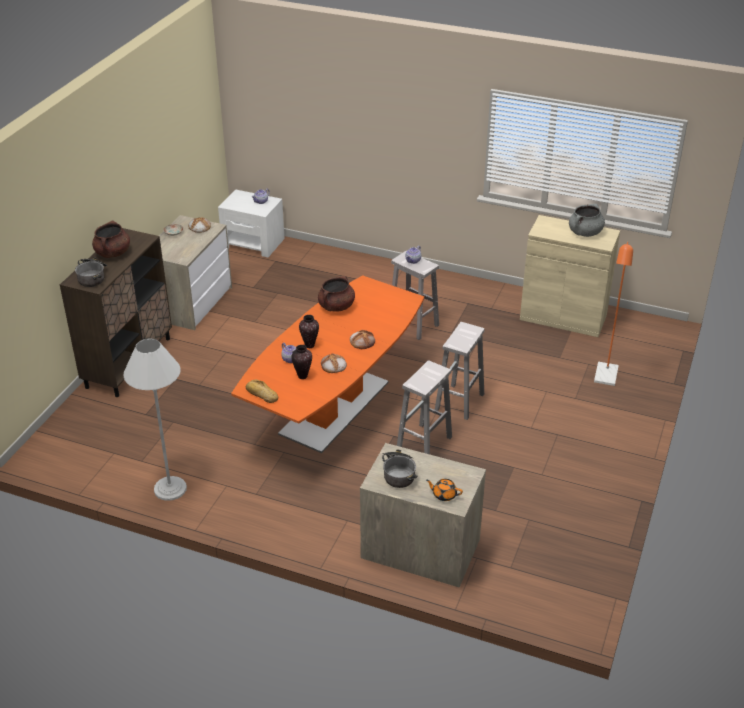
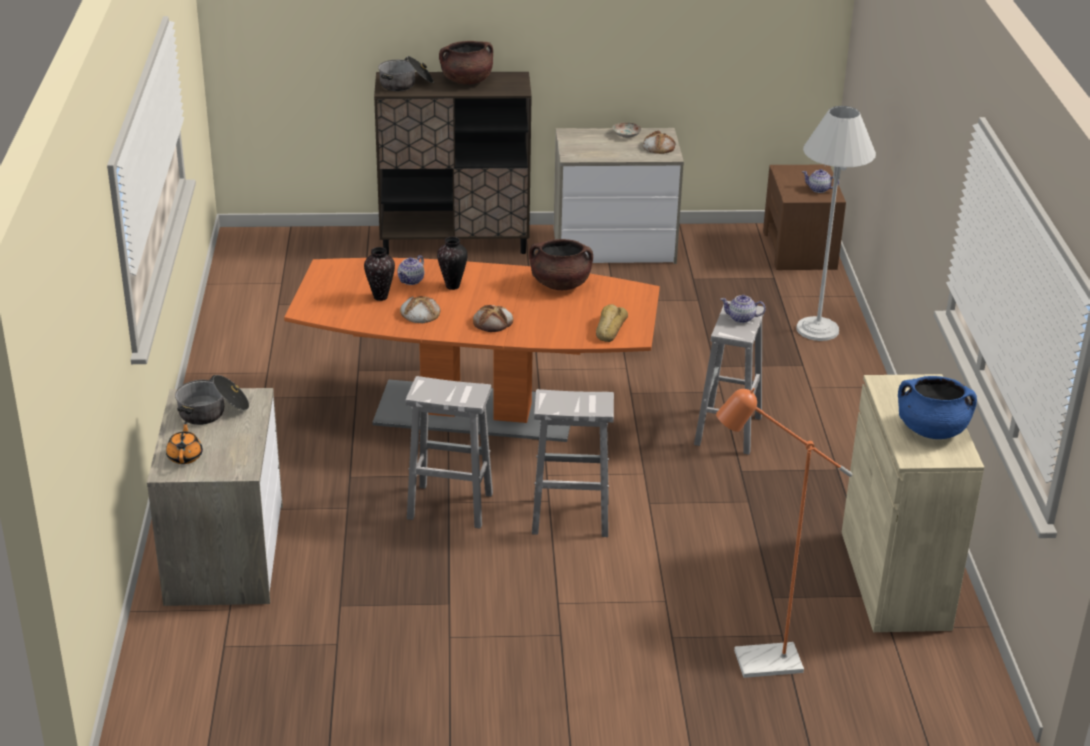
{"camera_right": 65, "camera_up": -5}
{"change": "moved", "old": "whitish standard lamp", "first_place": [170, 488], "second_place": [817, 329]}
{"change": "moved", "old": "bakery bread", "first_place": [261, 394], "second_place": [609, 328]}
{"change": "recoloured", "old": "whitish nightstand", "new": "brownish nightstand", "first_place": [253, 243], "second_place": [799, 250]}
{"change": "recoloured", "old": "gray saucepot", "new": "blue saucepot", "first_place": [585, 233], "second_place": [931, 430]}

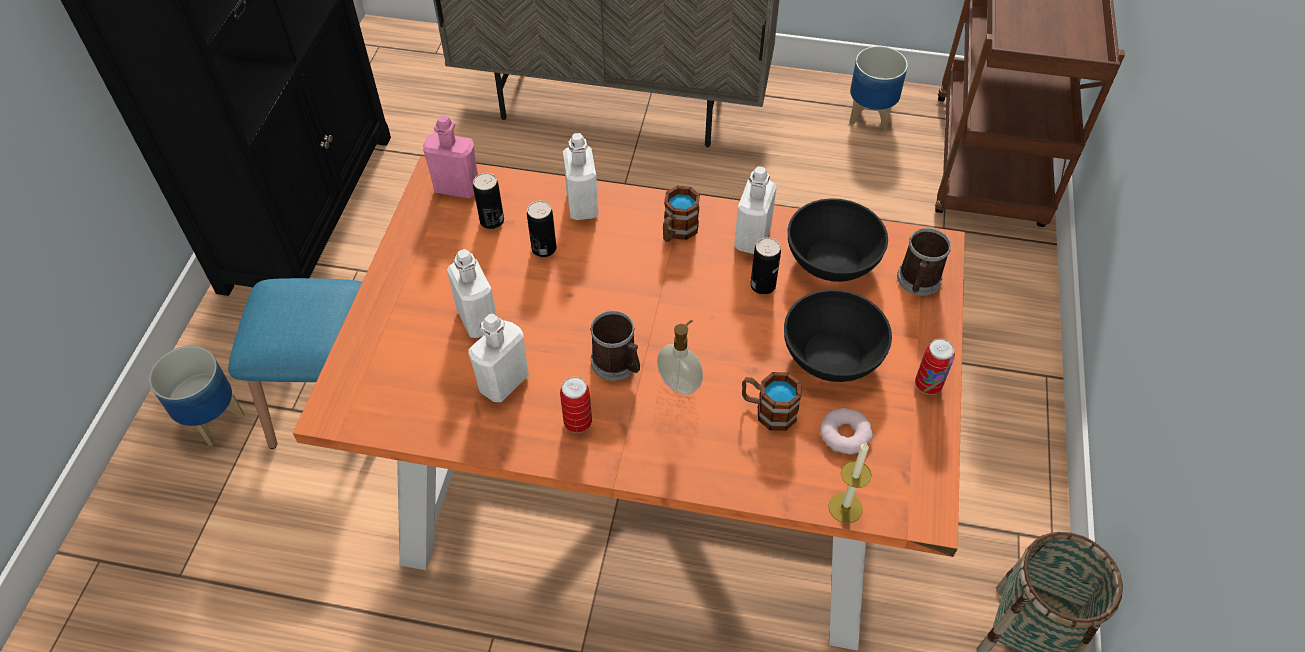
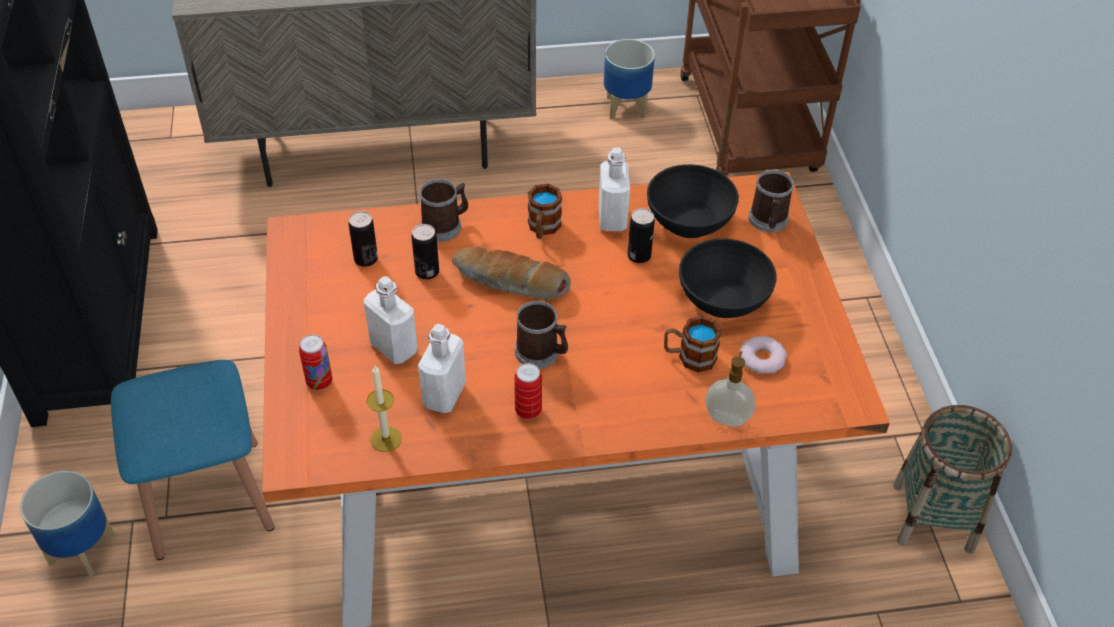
{"camera_right": -20, "camera_up": -5}
{"change": "removed", "old": "pinkish drink bottle", "first_place": [457, 188]}
{"change": "added", "new": "bakery bread", "second_place": [510, 283]}
{"change": "moved", "old": "soap bottle", "first_place": [680, 383], "second_place": [727, 417]}
{"change": "moved", "old": "candle", "first_place": [845, 507], "second_place": [386, 439]}
{"change": "moved", "old": "metal can", "first_place": [928, 385], "second_place": [319, 382]}
{"change": "replaced", "old": "whitish drink bottle", "new": "coffee mug", "first_place": [582, 205], "second_place": [445, 226]}

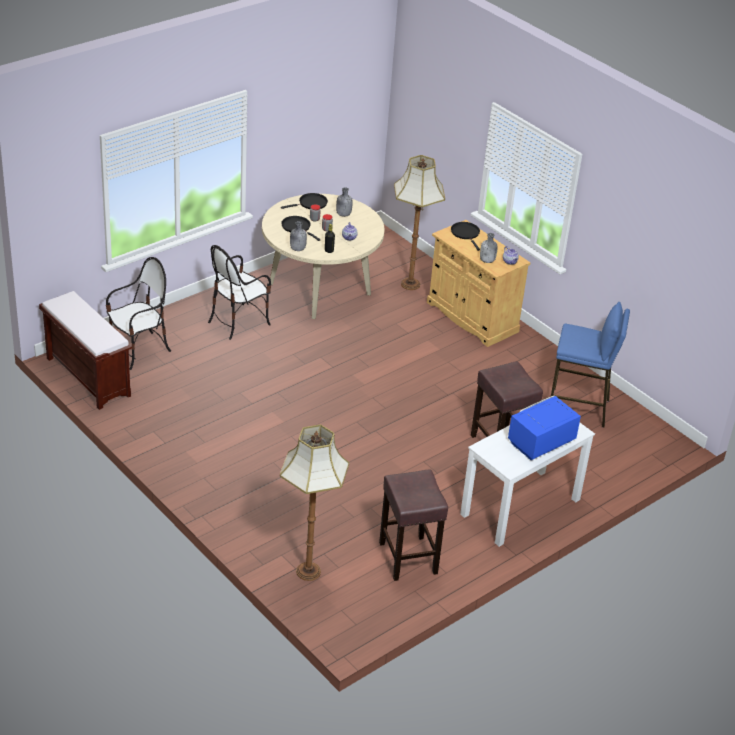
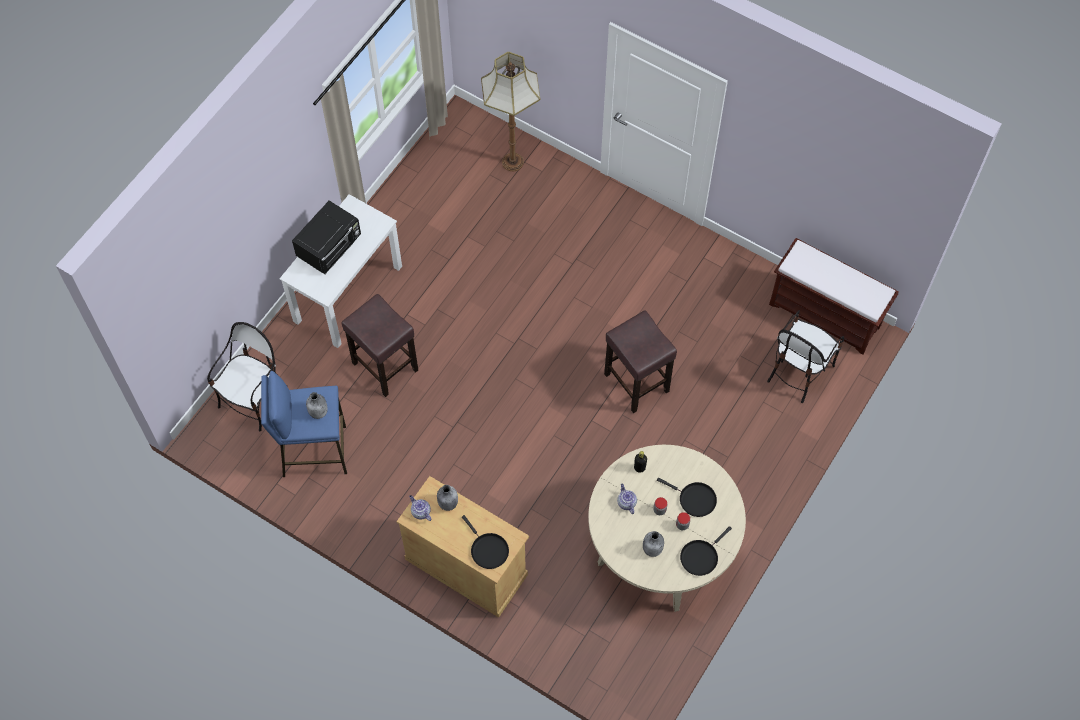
{"camera_right": 165, "camera_up": 25}
{"change": "removed", "old": "standard lamp", "first_place": [409, 284]}
{"change": "moved", "old": "plain chair", "first_place": [238, 322], "second_place": [254, 399]}
{"change": "moved", "old": "gray drink bottle", "first_place": [297, 249], "second_place": [319, 412]}
{"change": "moved", "old": "brownish sitting stool", "first_place": [408, 559], "second_place": [635, 382]}
{"change": "recoloured", "old": "blue kitchen microwave", "new": "black kitchen microwave", "first_place": [540, 443], "second_place": [330, 247]}

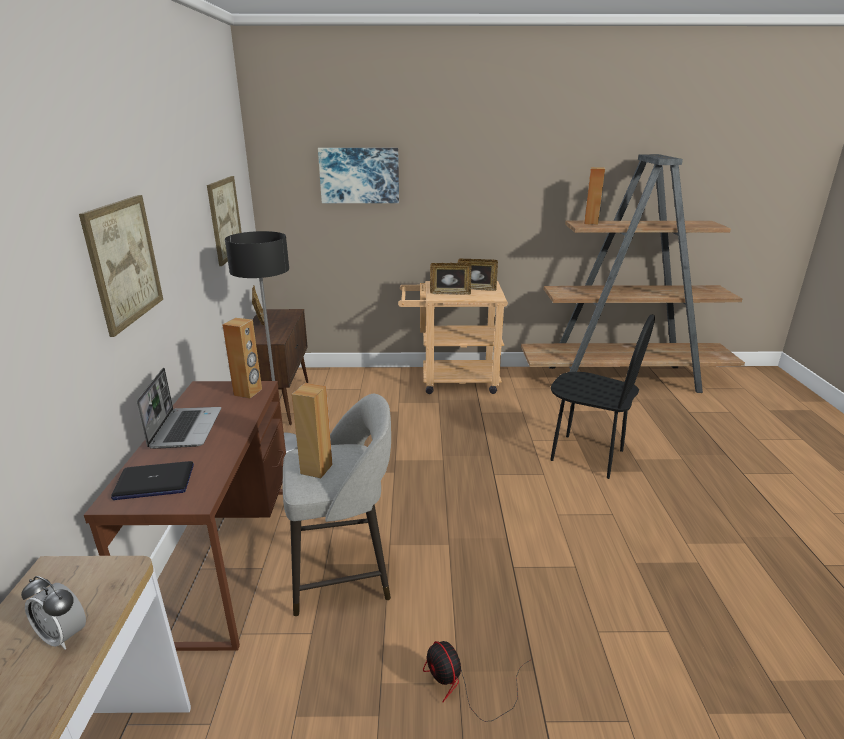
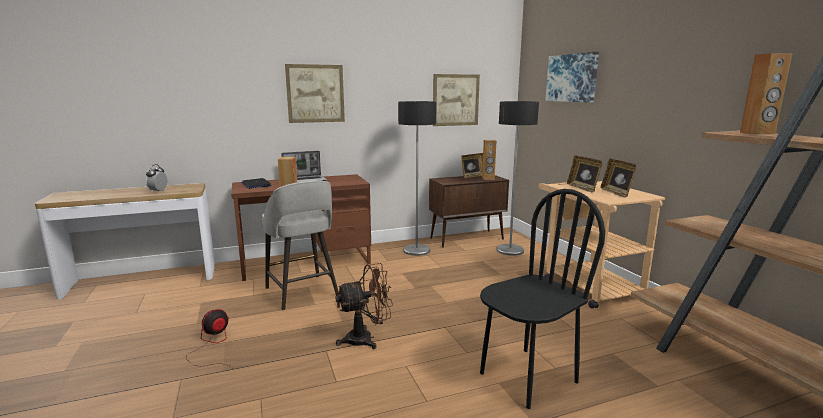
{"camera_right": 70, "camera_up": -10}
{"change": "added", "new": "brownish cooling fan", "second_place": [366, 339]}
{"change": "added", "new": "standard lamp", "second_place": [510, 250]}
{"change": "moved", "old": "brownish speaker", "first_place": [248, 392], "second_place": [488, 178]}
{"change": "turned", "old": "black plain chair", "first_place": [587, 455], "second_place": [527, 377], "degrees": -135}

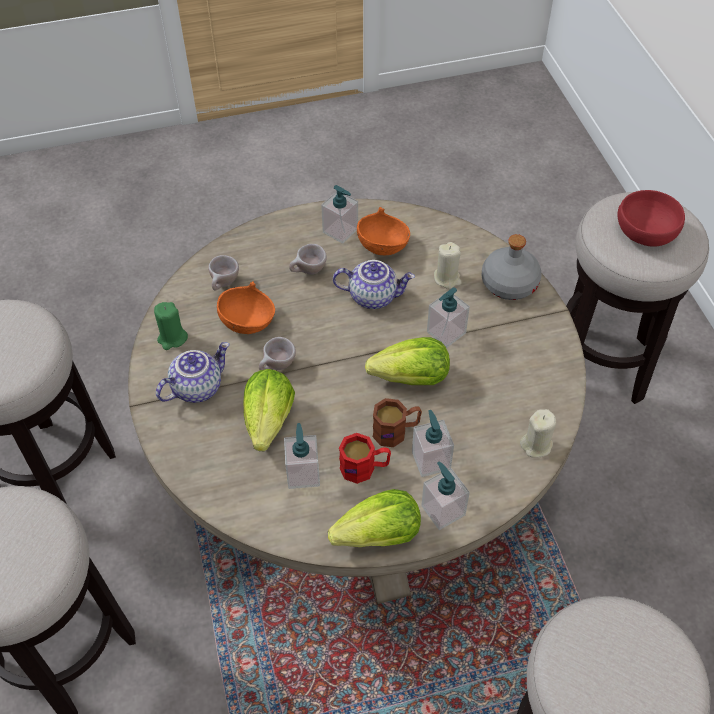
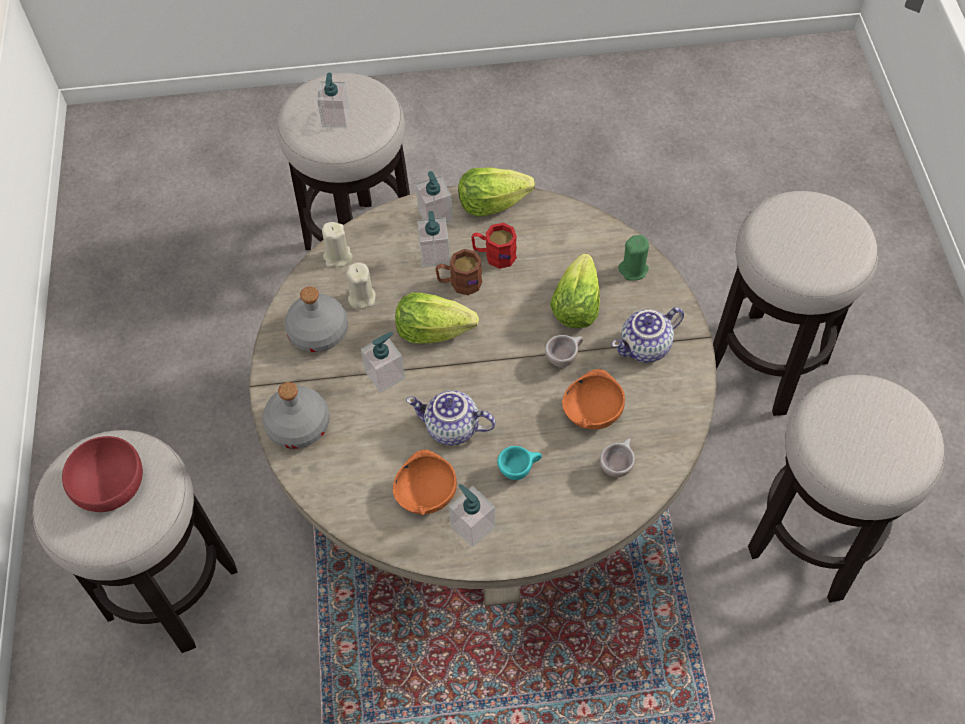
{"camera_right": -170, "camera_up": 5}
{"change": "added", "new": "gray drink bottle", "second_place": [318, 332]}
{"change": "moved", "old": "green candle", "first_place": [172, 338], "second_place": [633, 269]}
{"change": "moved", "old": "soap bottle", "first_place": [303, 474], "second_place": [336, 118]}
{"change": "moved", "old": "beige candle", "first_place": [447, 278], "second_place": [361, 297]}
{"change": "recoloured", "old": "beige small cup", "new": "turquoise small cup", "first_place": [308, 272], "second_place": [519, 470]}

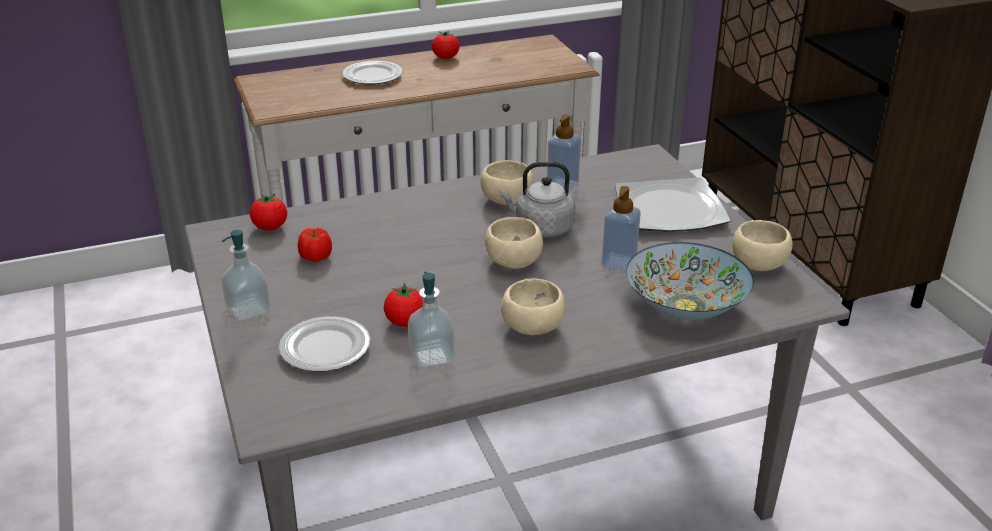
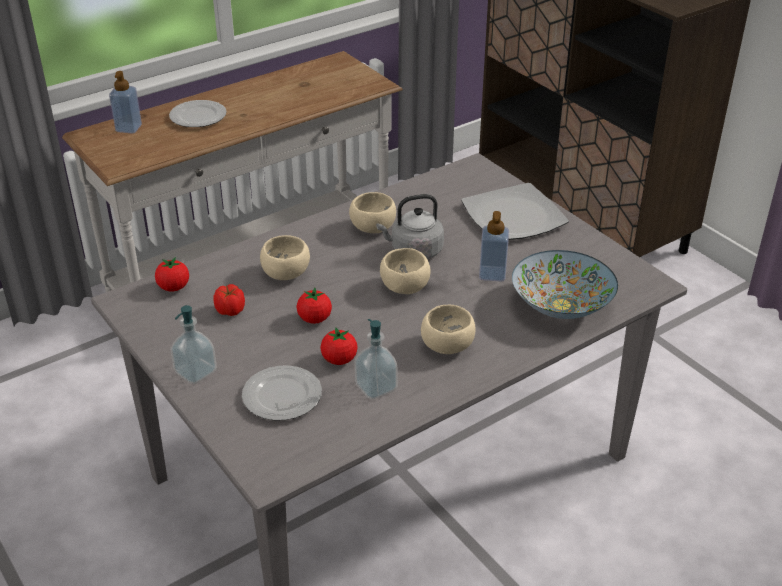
{"camera_right": -15, "camera_up": 5}
{"change": "moved", "old": "whole tomato", "first_place": [446, 57], "second_place": [314, 319]}
{"change": "moved", "old": "soap bottle", "first_place": [562, 185], "second_place": [128, 128]}
{"change": "moved", "old": "beige deep dish", "first_place": [760, 264], "second_place": [287, 273]}

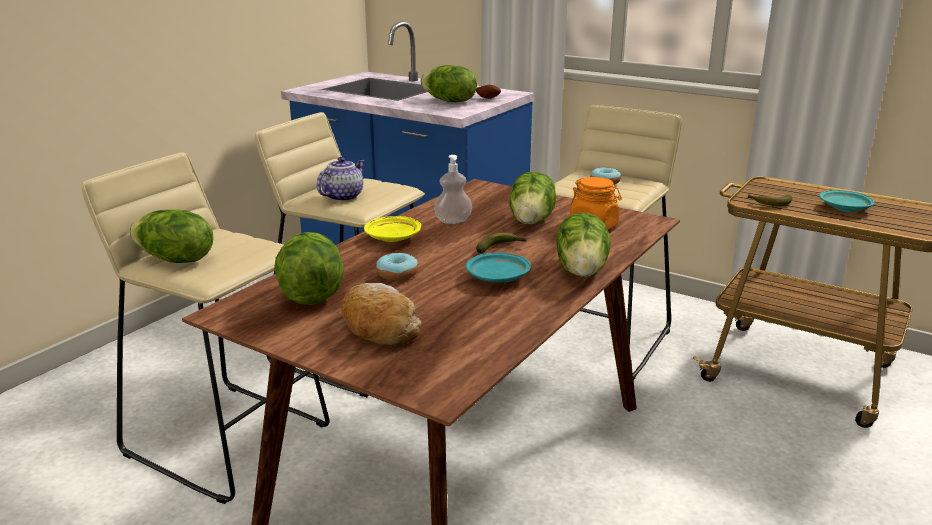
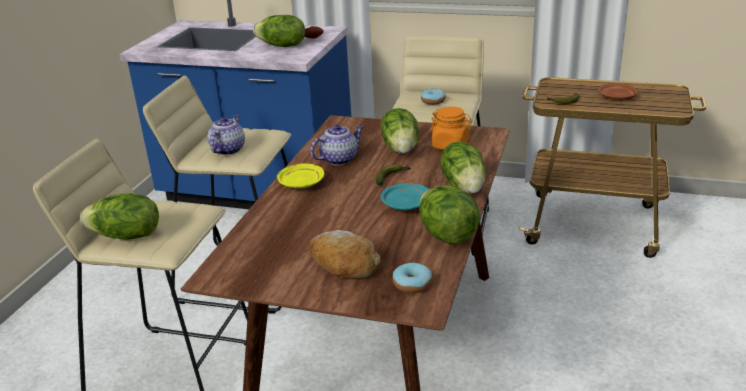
{"camera_right": -15, "camera_up": 5}
{"change": "moved", "old": "lettuce", "first_place": [311, 295], "second_place": [447, 235]}
{"change": "moved", "old": "donut", "first_place": [397, 274], "second_place": [412, 284]}
{"change": "replaced", "old": "soap bottle", "new": "teapot", "first_place": [453, 221], "second_place": [339, 159]}
{"change": "recoloured", "old": "turquoise flat dish", "new": "brownish flat dish", "first_place": [844, 208], "second_place": [616, 98]}

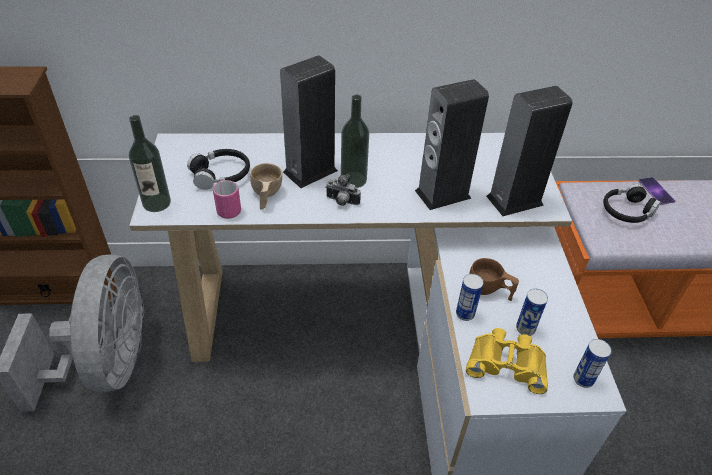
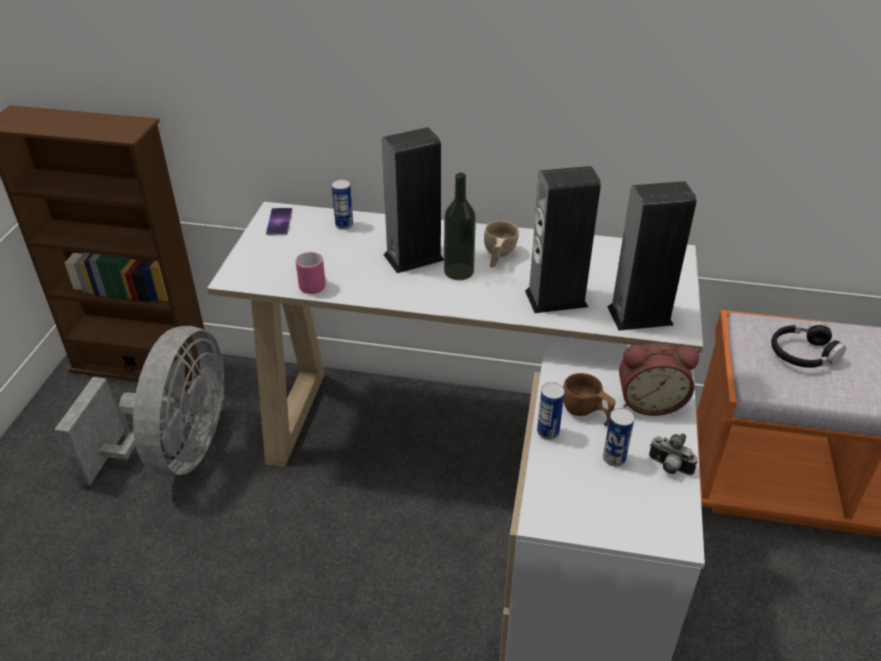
{"camera_right": 15, "camera_up": -5}
{"change": "removed", "old": "drink bottle", "first_place": [156, 203]}
{"change": "removed", "old": "black headset", "first_place": [221, 175]}
{"change": "removed", "old": "yellow-coloured pair of binoculars", "first_place": [507, 363]}
{"change": "added", "new": "table clock", "second_place": [649, 401]}
{"change": "moved", "old": "beige small cup", "first_place": [266, 196], "second_place": [498, 256]}
{"change": "moved", "old": "still camera", "first_place": [341, 202], "second_place": [669, 467]}
{"change": "moved", "old": "metal can", "first_place": [583, 379], "second_place": [344, 225]}
{"change": "moved", "old": "telephone", "first_place": [656, 191], "second_place": [279, 221]}

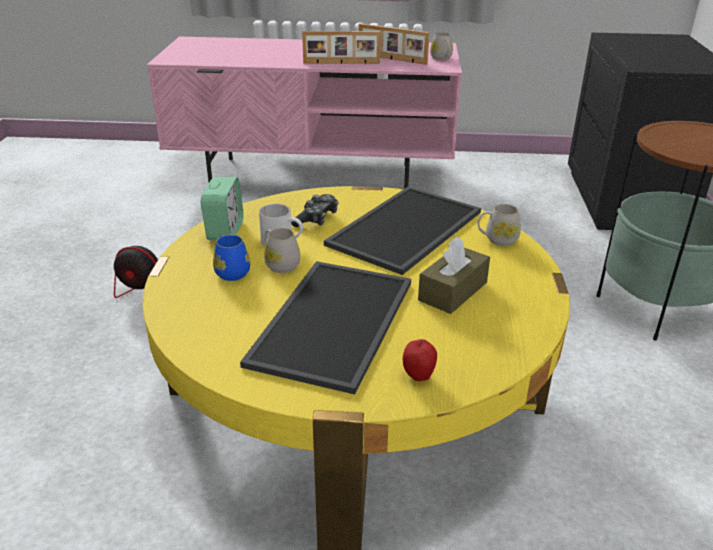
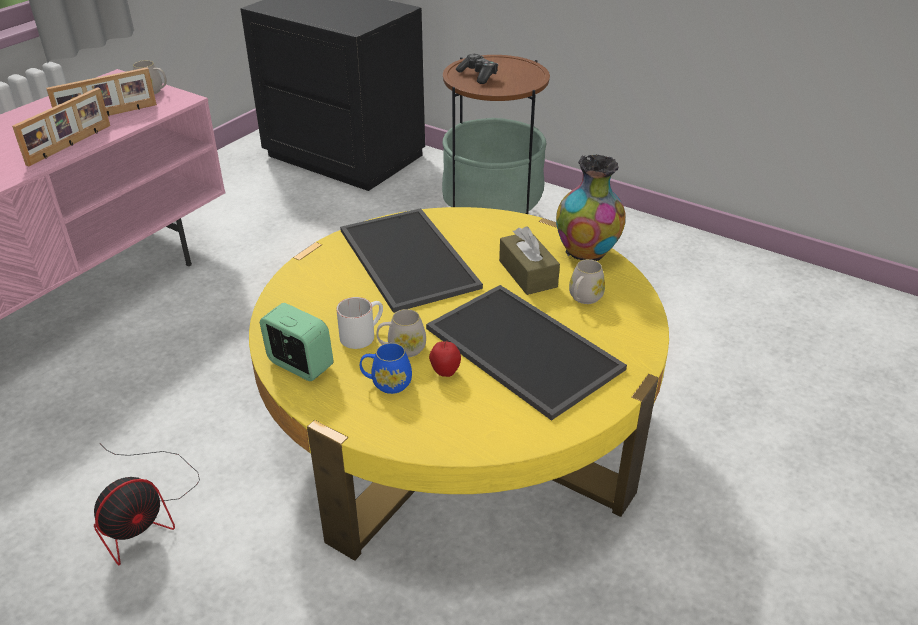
{"camera_right": -60, "camera_up": 5}
{"change": "added", "new": "flower vase", "second_place": [587, 253]}
{"change": "moved", "old": "game controller", "first_place": [316, 219], "second_place": [478, 75]}
{"change": "moved", "old": "apple", "first_place": [418, 376], "second_place": [445, 372]}
{"change": "moved", "old": "whitish coffee mug", "first_place": [497, 239], "second_place": [583, 298]}

